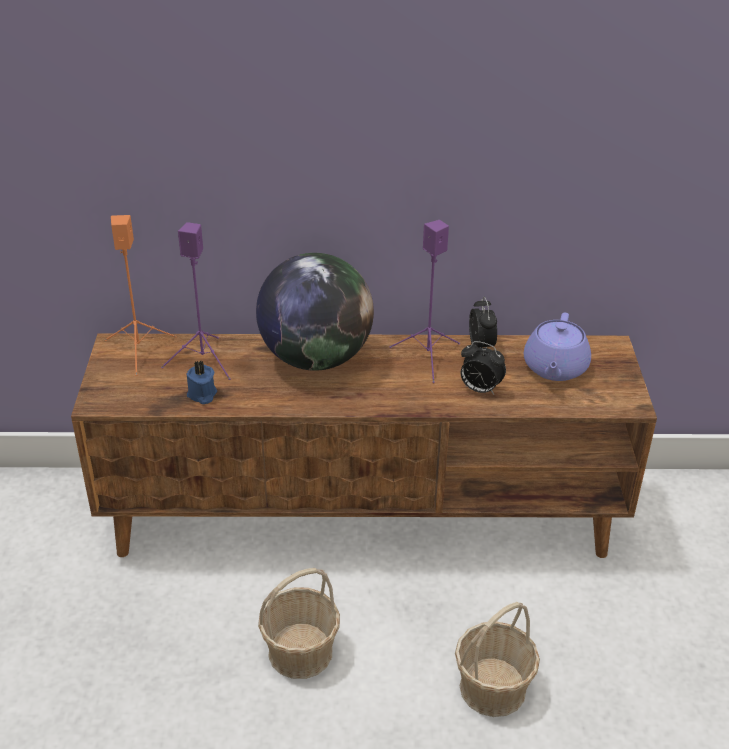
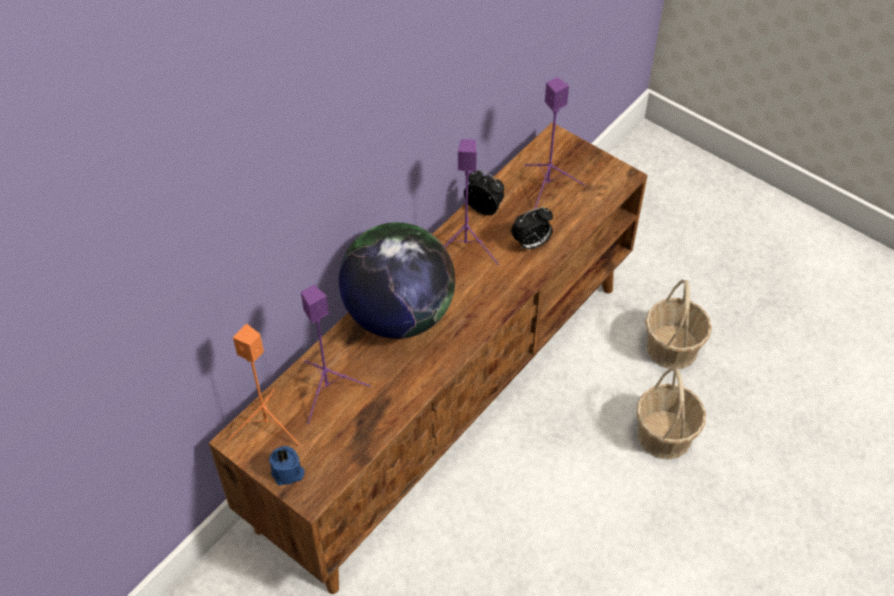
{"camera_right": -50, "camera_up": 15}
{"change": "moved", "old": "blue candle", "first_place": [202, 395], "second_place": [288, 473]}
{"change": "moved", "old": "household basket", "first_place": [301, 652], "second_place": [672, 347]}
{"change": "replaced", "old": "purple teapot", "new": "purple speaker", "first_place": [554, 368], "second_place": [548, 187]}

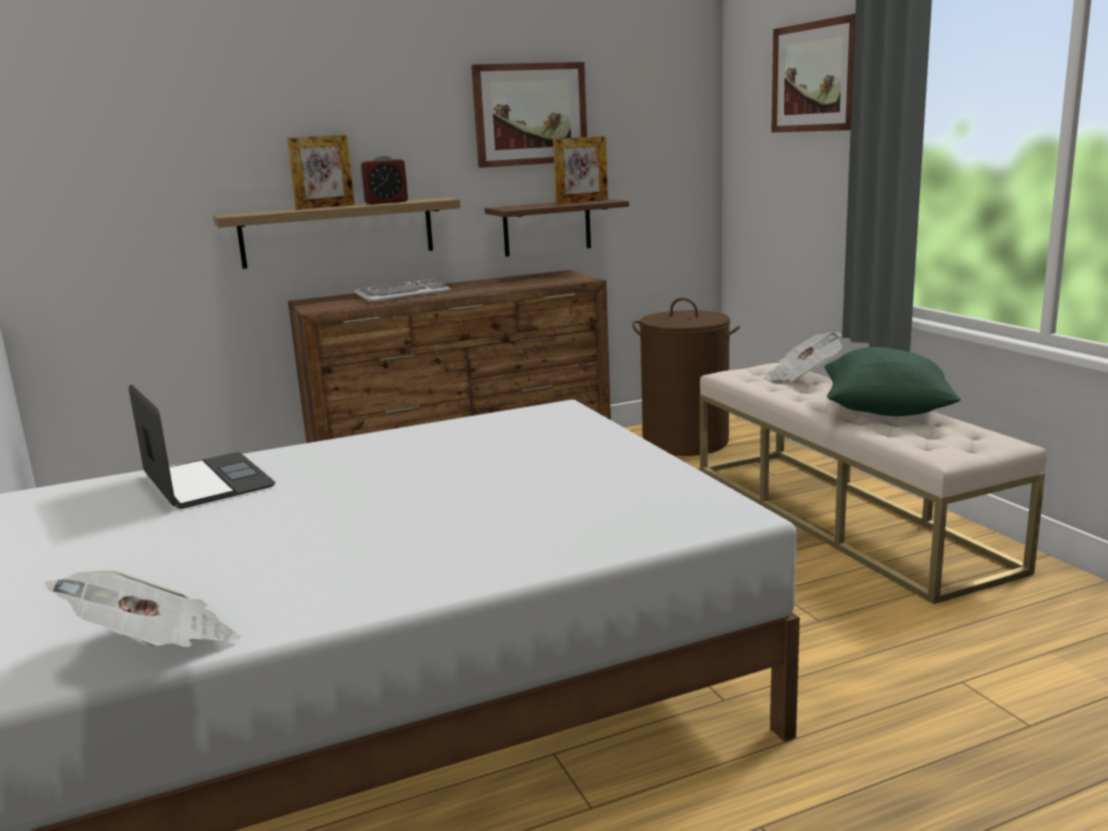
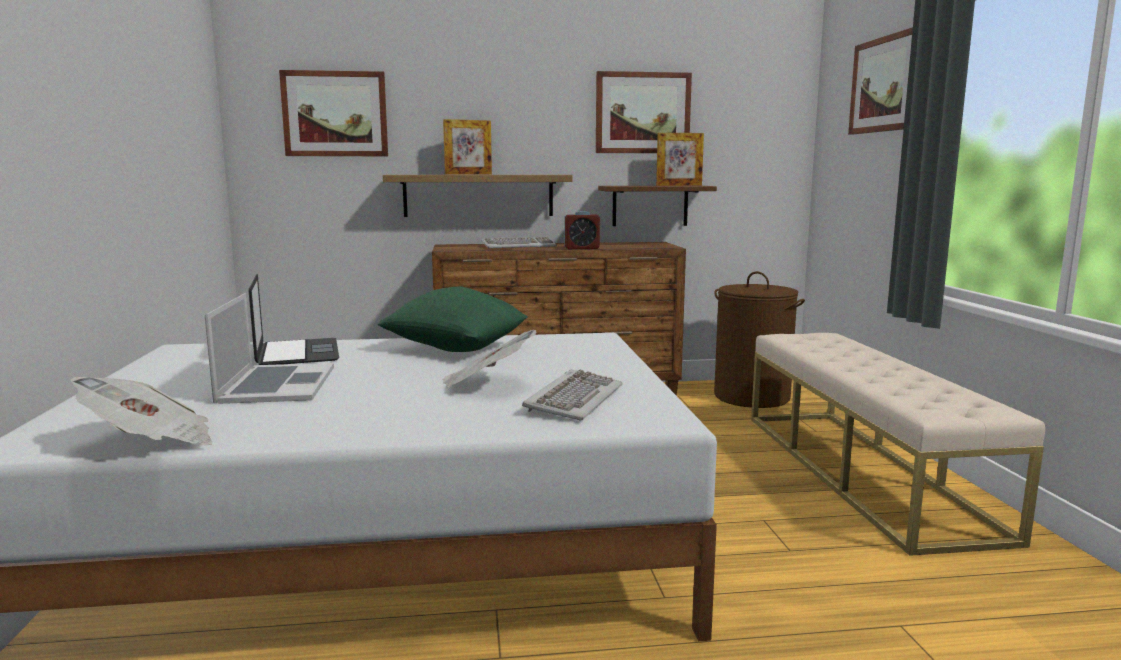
{"camera_right": 15, "camera_up": -5}
{"change": "added", "new": "portable computer", "second_place": [277, 384]}
{"change": "added", "new": "wall art", "second_place": [335, 114]}
{"change": "added", "new": "PC keyboard", "second_place": [573, 399]}
{"change": "moved", "old": "table clock", "first_place": [386, 202], "second_place": [581, 248]}
{"change": "moved", "old": "newspaper", "first_place": [802, 376], "second_place": [486, 384]}
{"change": "moved", "old": "green throw pillow", "first_place": [884, 412], "second_place": [455, 348]}

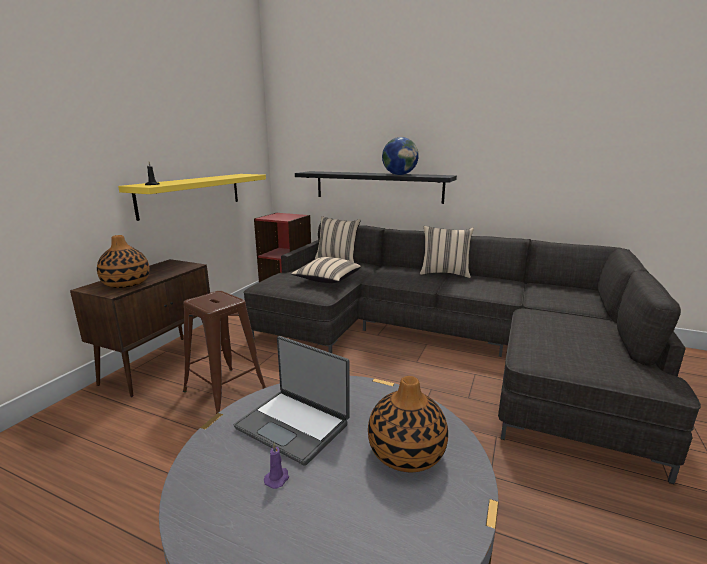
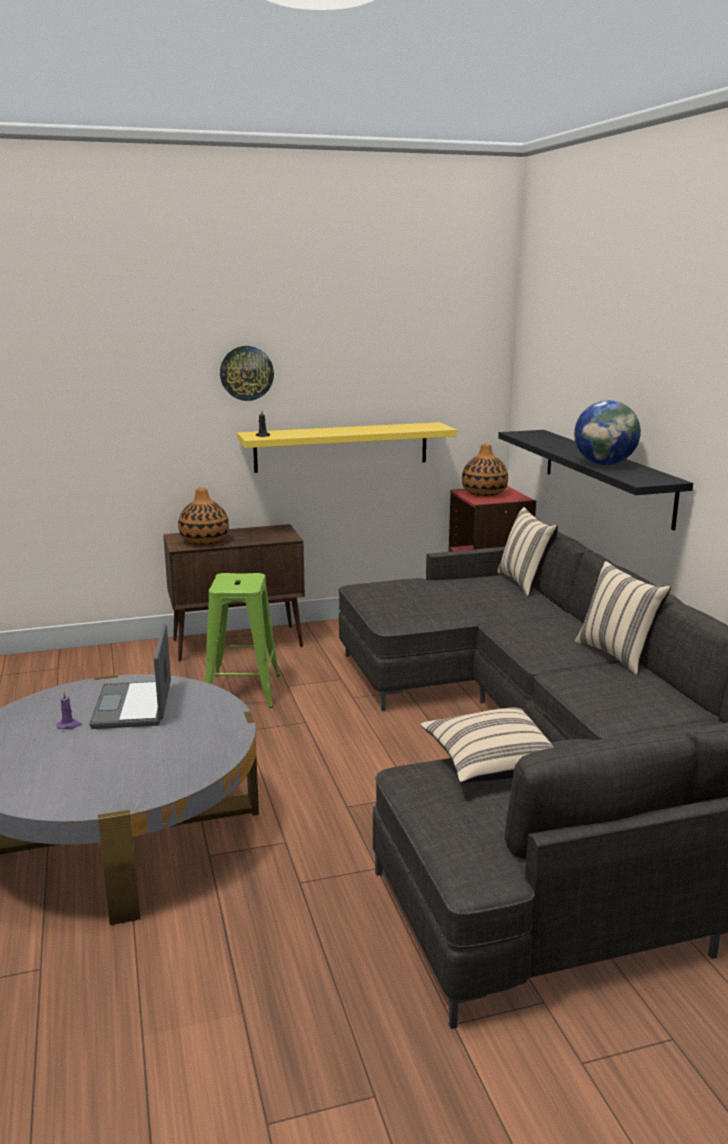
{"camera_right": 50, "camera_up": 0}
{"change": "added", "new": "wall clock", "second_place": [246, 373]}
{"change": "moved", "old": "beige throw pillow", "first_place": [327, 280], "second_place": [492, 765]}
{"change": "moved", "old": "flower vase", "first_place": [406, 452], "second_place": [484, 493]}
{"change": "recoloured", "old": "brownish sitting stool", "new": "green sitting stool", "first_place": [225, 391], "second_place": [242, 691]}

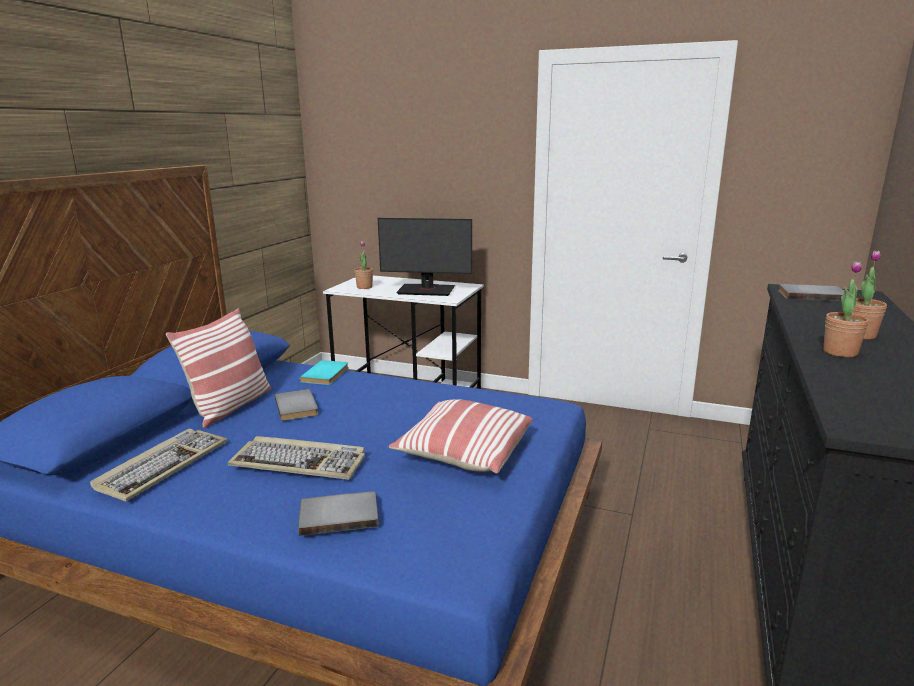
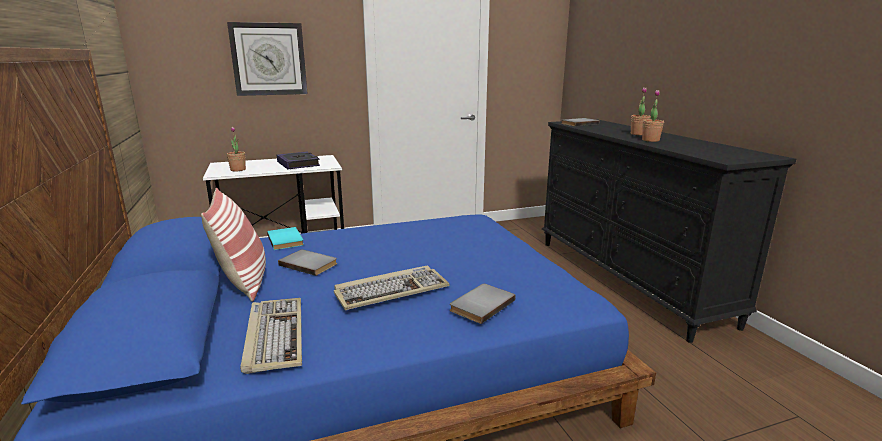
{"camera_right": -40, "camera_up": 0}
{"change": "removed", "old": "throw pillow", "first_place": [464, 453]}
{"change": "added", "new": "wall clock", "second_place": [269, 59]}
{"change": "replaced", "old": "monitor", "new": "bound book", "first_place": [426, 290], "second_place": [298, 164]}

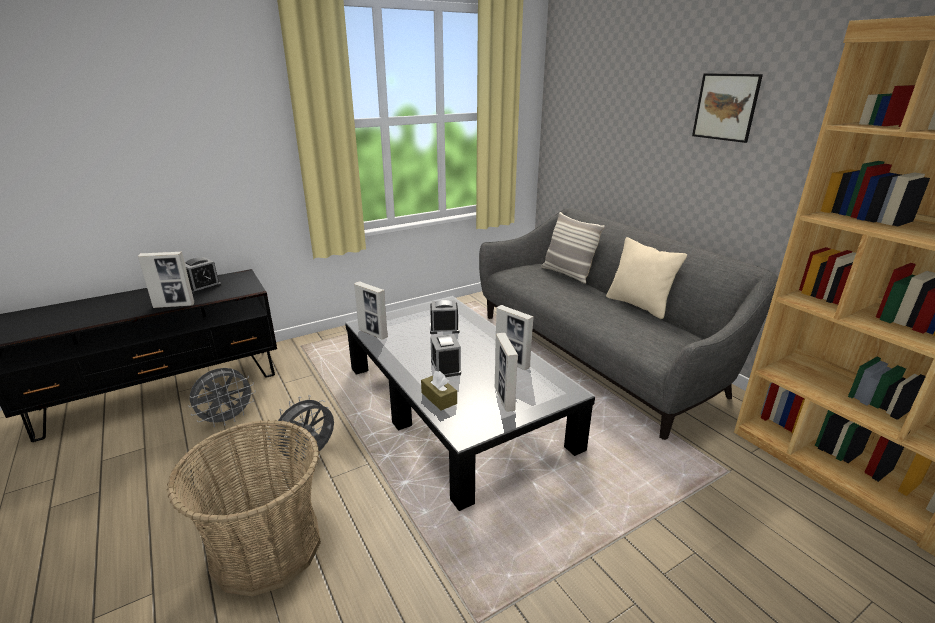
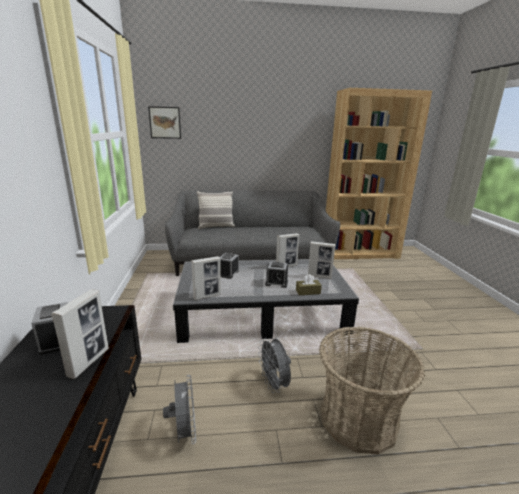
{"camera_right": -65, "camera_up": -5}
{"change": "removed", "old": "beige throw pillow", "first_place": [638, 305]}
{"change": "moved", "old": "wall art", "first_place": [725, 107], "second_place": [165, 122]}

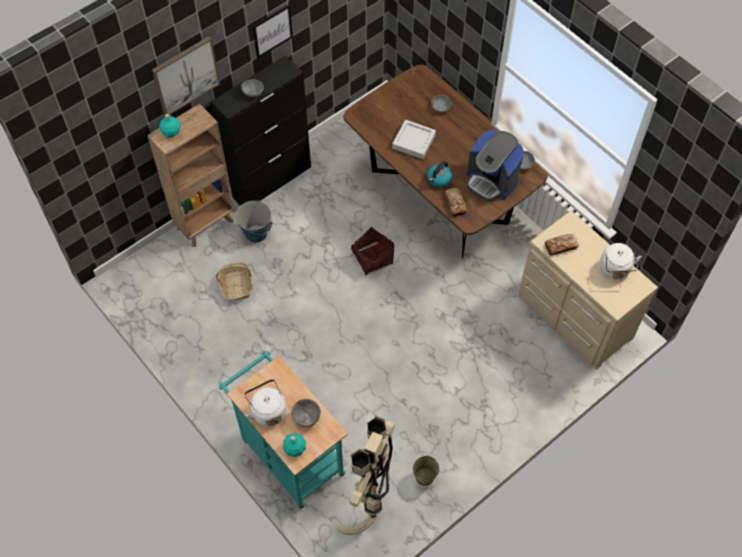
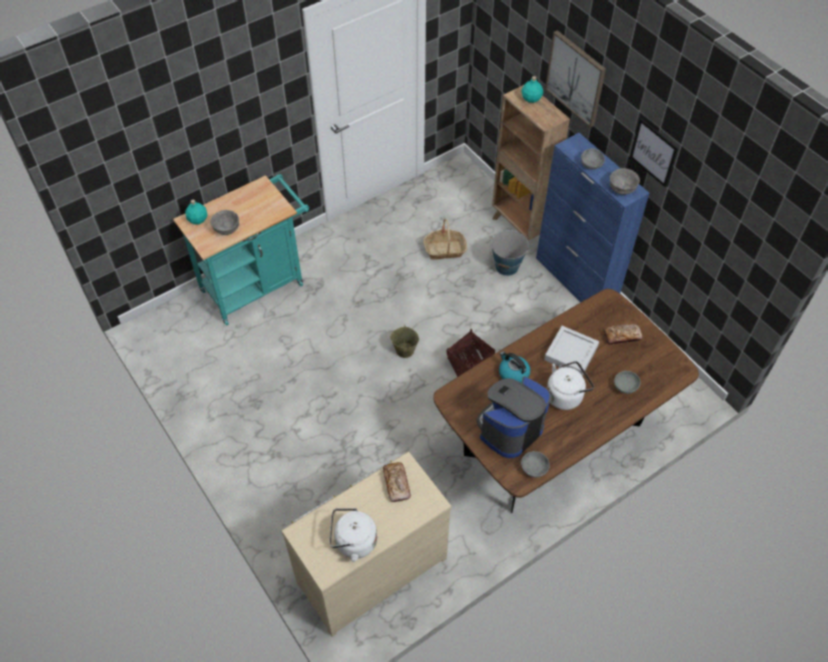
{"camera_right": 95, "camera_up": -5}
{"change": "removed", "old": "beige standard lamp", "first_place": [369, 514]}
{"change": "added", "new": "gray deep dish", "second_place": [622, 189]}
{"change": "moved", "old": "whitish tea kettle", "first_place": [267, 410], "second_place": [566, 395]}
{"change": "moved", "old": "beige bucket", "first_place": [424, 477], "second_place": [404, 350]}
{"change": "moved", "old": "bakery bread", "first_place": [455, 204], "second_place": [622, 336]}
{"change": "recoloured", "old": "black storage cabinet", "new": "blue storage cabinet", "first_place": [271, 180], "second_place": [576, 281]}

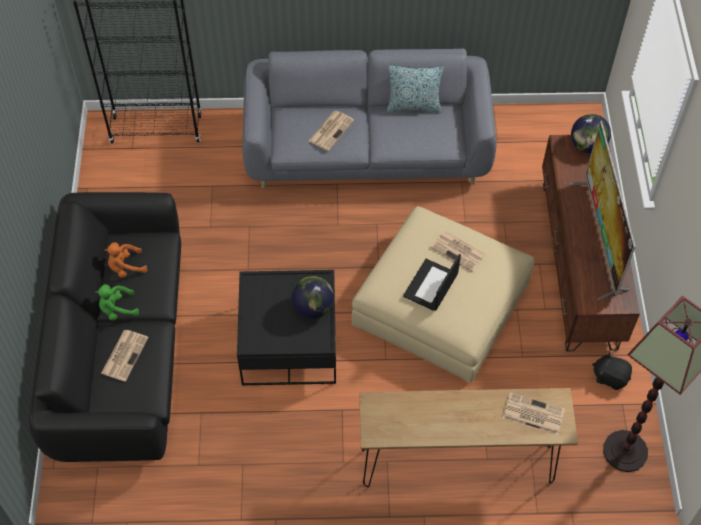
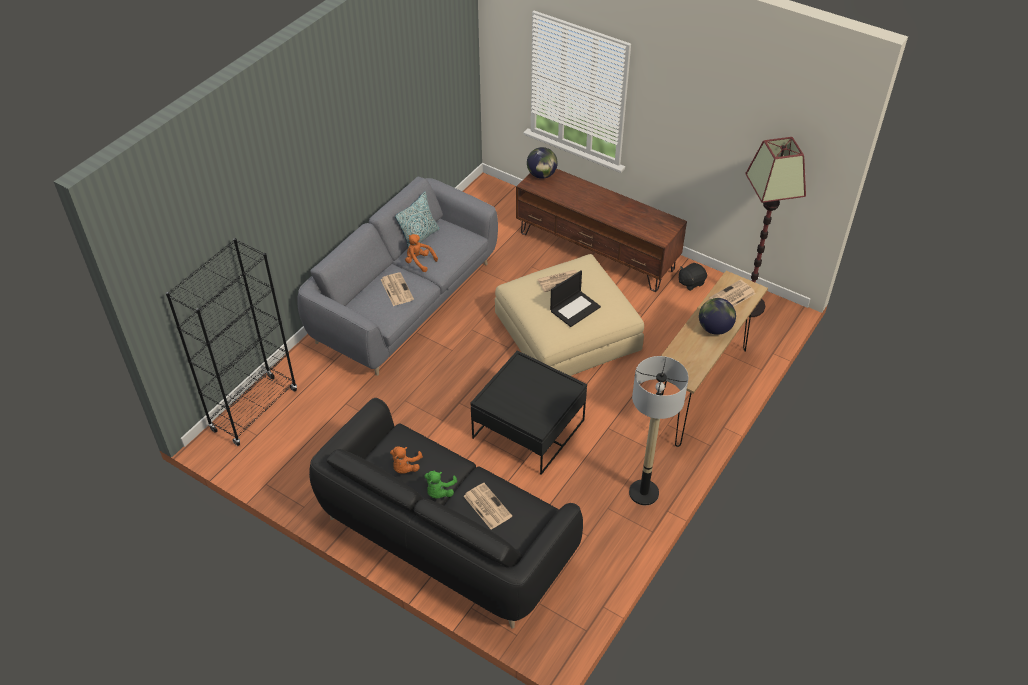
{"camera_right": -55, "camera_up": -10}
{"change": "removed", "old": "TV", "first_place": [601, 238]}
{"change": "added", "new": "orangey cuddly toy", "second_place": [419, 262]}
{"change": "added", "new": "standard lamp", "second_place": [643, 492]}
{"change": "moved", "old": "desk globe", "first_place": [313, 307], "second_place": [714, 328]}
{"change": "turned", "old": "portable computer", "first_place": [431, 286], "second_place": [575, 308], "degrees": -105}

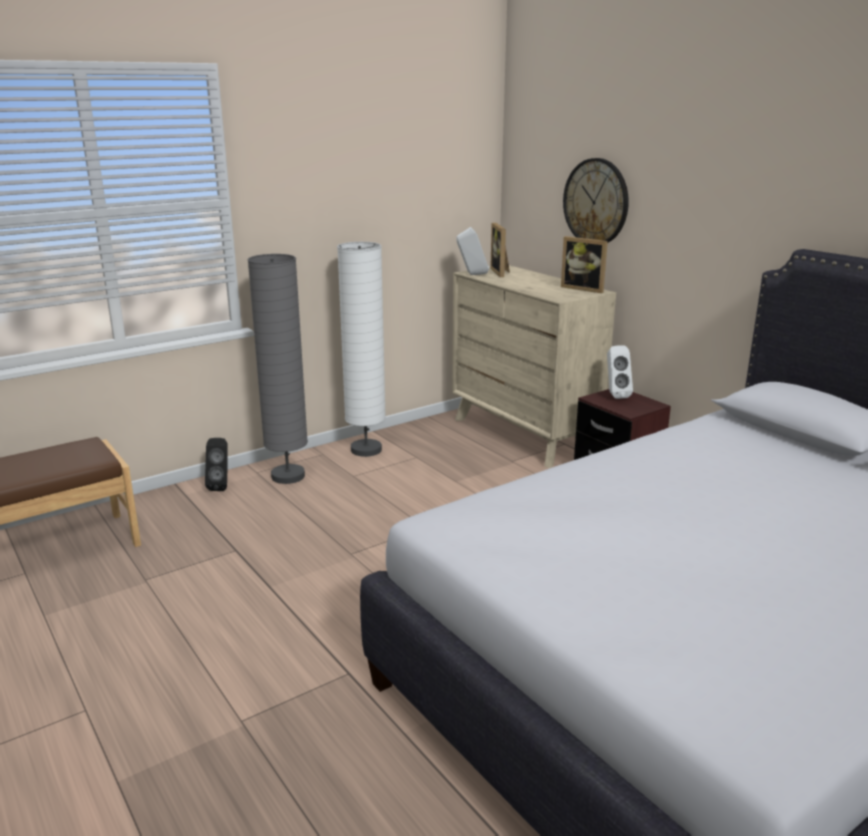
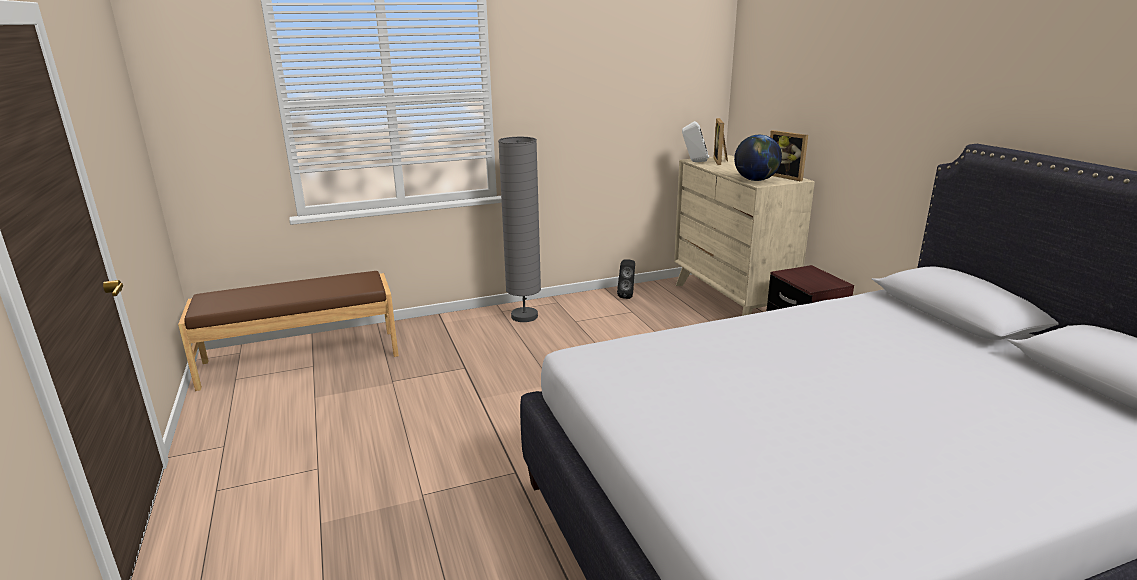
{"camera_right": 15, "camera_up": 0}
{"change": "removed", "old": "whitish standard lamp", "first_place": [366, 450]}
{"change": "removed", "old": "wall clock", "first_place": [596, 202]}
{"change": "removed", "old": "whitish speaker", "first_place": [615, 395]}
{"change": "added", "new": "desk globe", "second_place": [755, 180]}
{"change": "moved", "old": "black speaker", "first_place": [221, 486], "second_place": [627, 296]}

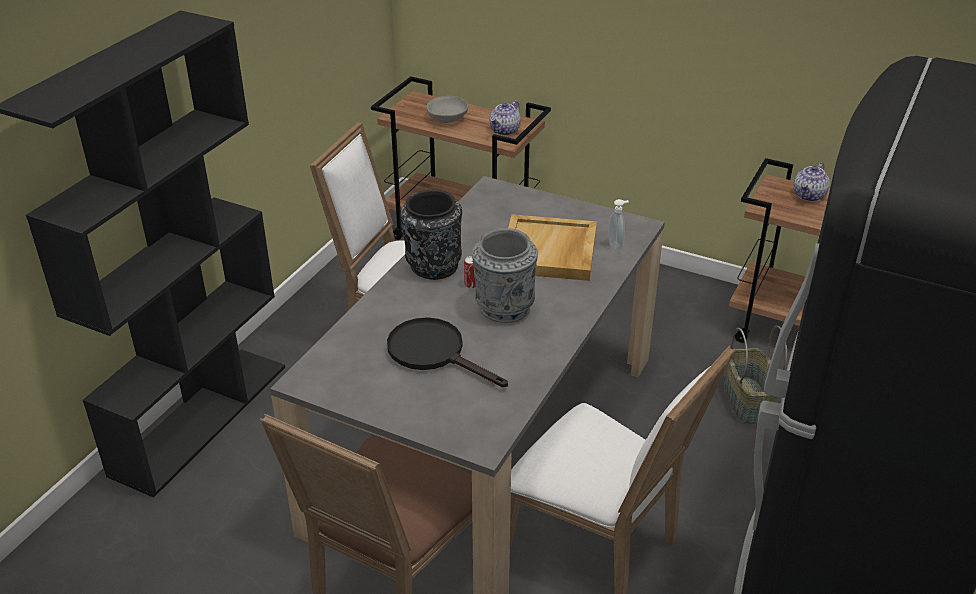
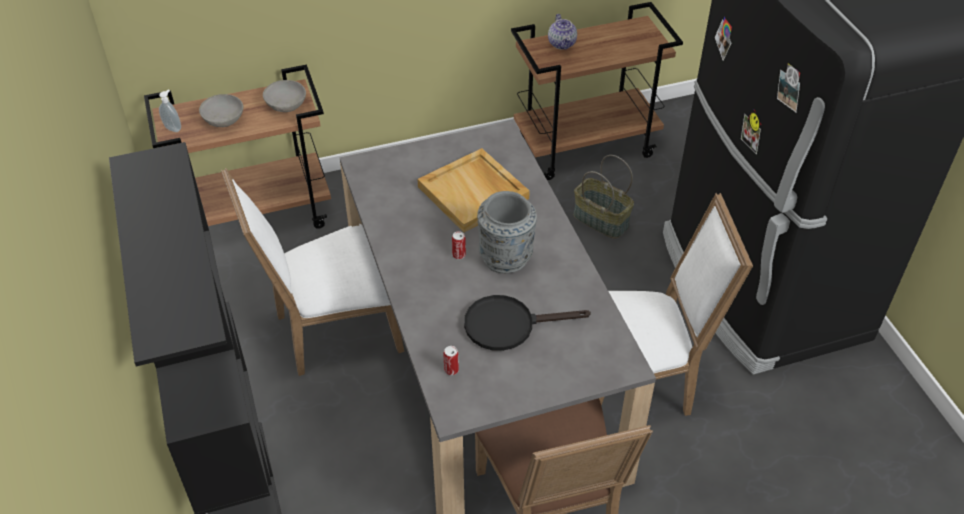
{"camera_right": -45, "camera_up": 10}
{"change": "removed", "old": "black flower vase", "first_place": [433, 266]}
{"change": "added", "new": "metal can", "second_place": [451, 370]}
{"change": "moved", "old": "soap bottle", "first_place": [616, 246], "second_place": [173, 128]}
{"change": "replaced", "old": "teapot", "new": "gray deep dish", "first_place": [505, 131], "second_place": [287, 105]}

